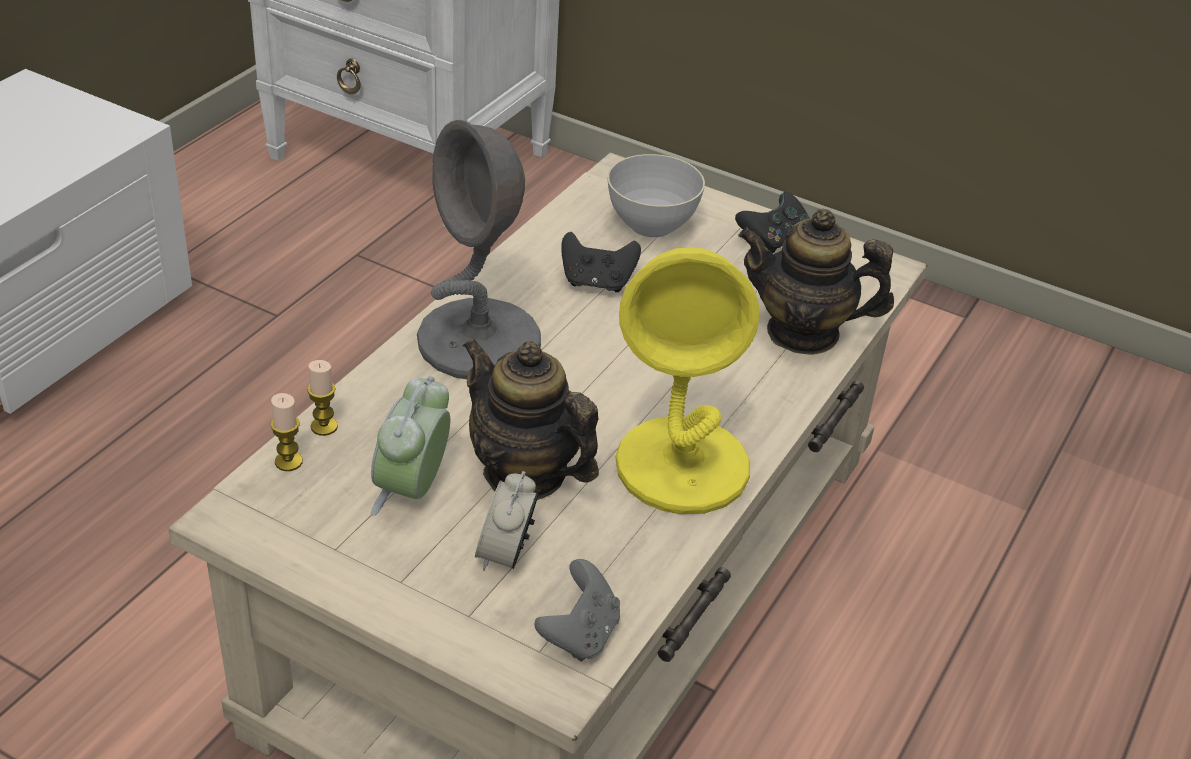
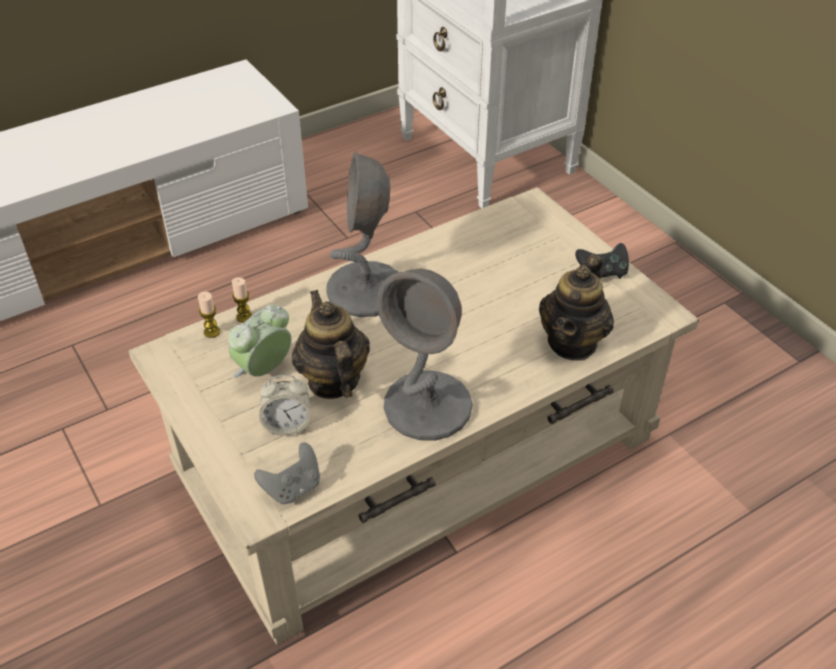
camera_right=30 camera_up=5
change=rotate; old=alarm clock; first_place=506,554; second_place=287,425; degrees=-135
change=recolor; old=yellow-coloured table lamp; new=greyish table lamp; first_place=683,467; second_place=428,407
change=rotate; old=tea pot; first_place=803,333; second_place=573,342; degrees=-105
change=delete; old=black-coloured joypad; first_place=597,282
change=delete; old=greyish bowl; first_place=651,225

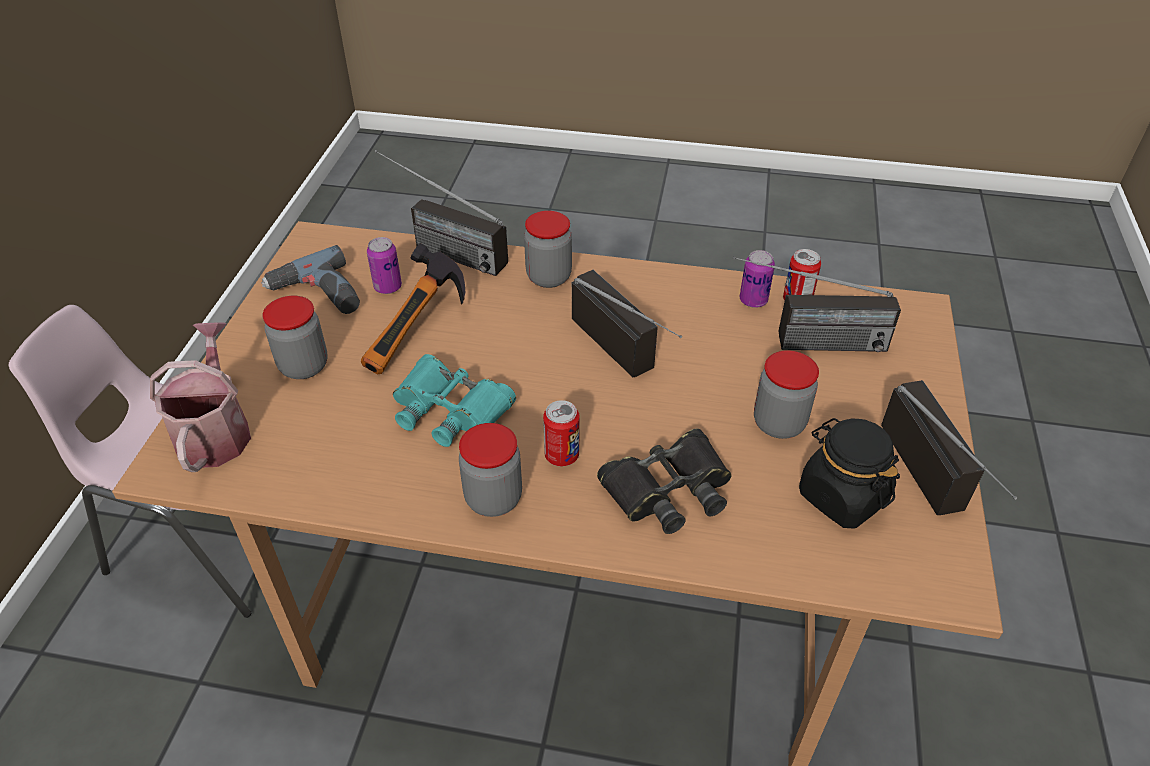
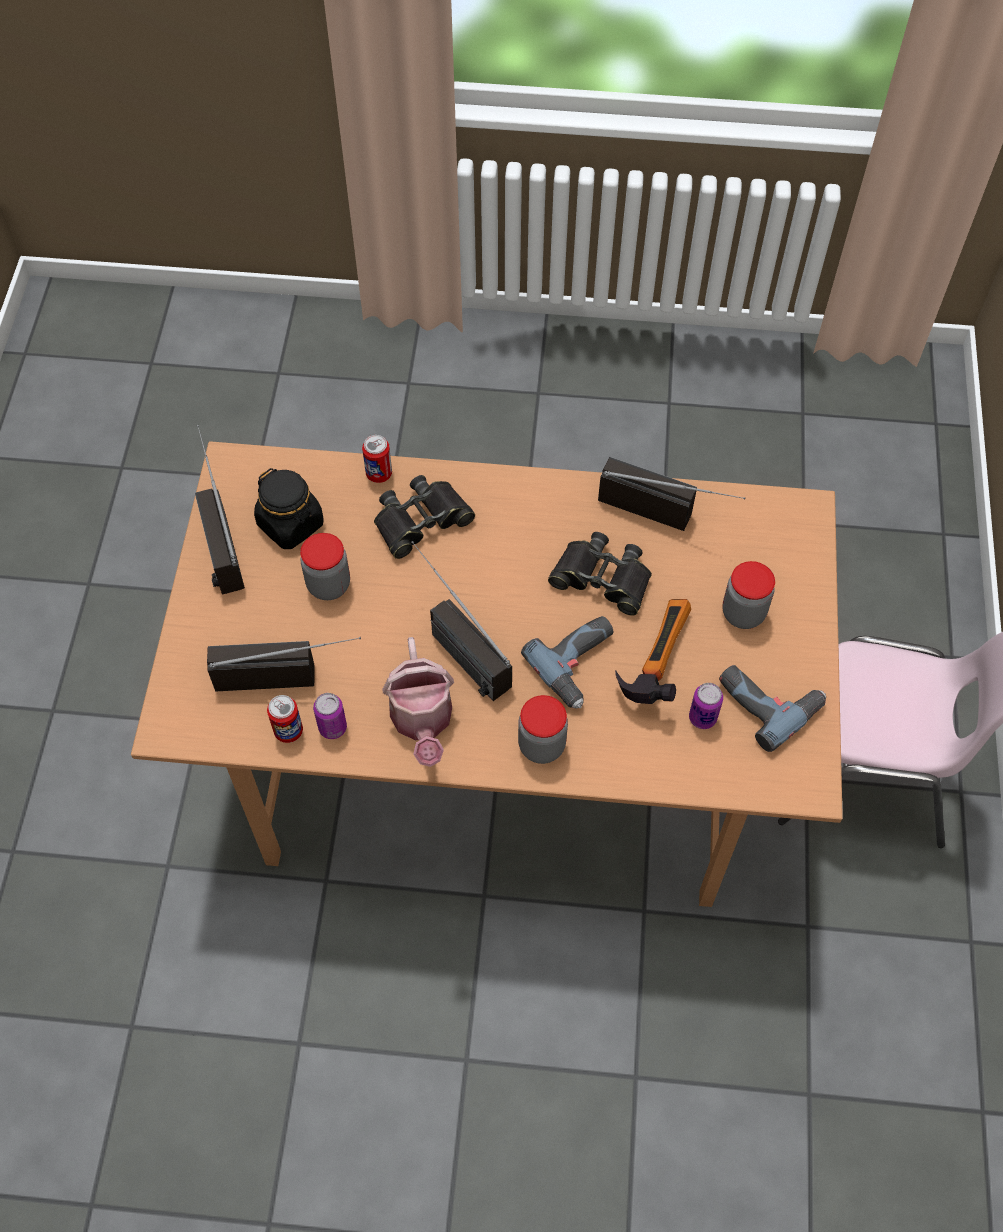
camera_right=175 camera_up=15
change=move; old=sealed can; first_place=562,456; second_place=379,474
change=move; old=watering pot; first_place=216,431; second_place=422,721
change=insert; new=power drill; second_place=580,664
change=recolor; old=turquoise-coloured field glasses; new=black-coloured field glasses; first_place=450,409; second_place=602,578
change=move; old=radio set; first_place=439,250; second_place=669,514
change=delete; old=storage jar; first_place=493,498

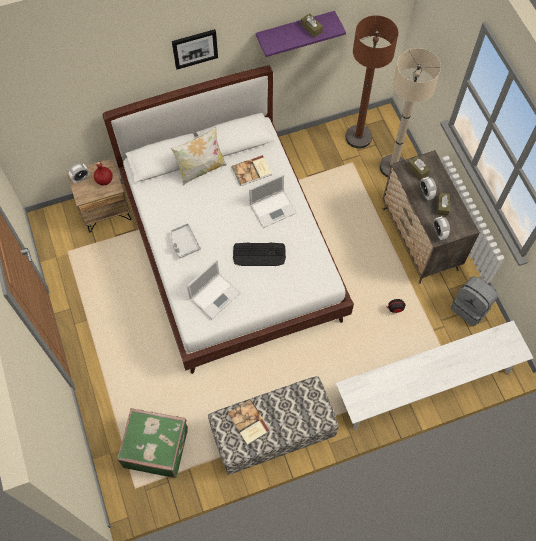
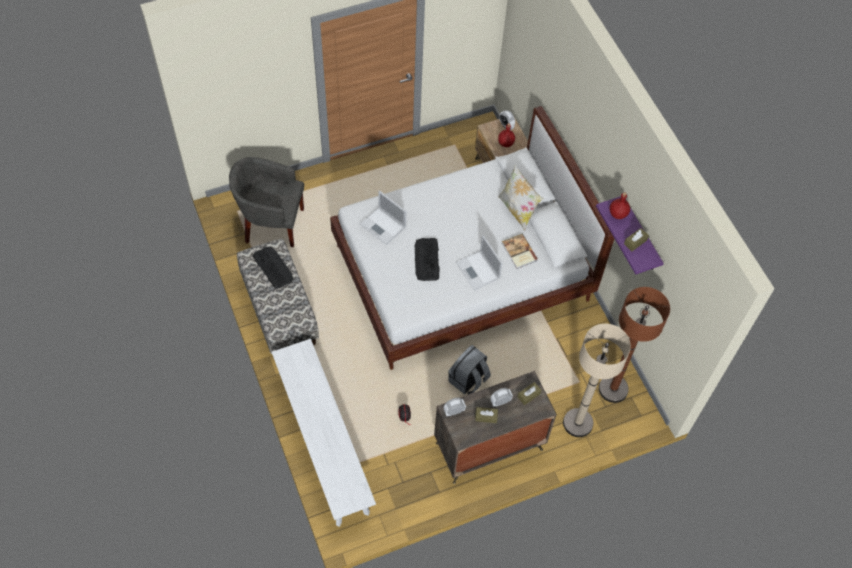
camera_right=85 camera_up=-5
change=replace; old=green suitcase; new=greyish armchair; first_place=156,446; second_place=271,223
change=replace; old=book; new=computer keyboard; first_place=248,423; second_place=273,267
change=move; old=greyish knapsack; first_place=471,307; second_place=468,380
change=insert; new=red bottle; second_place=618,214
change=delete; old=greyish tray; first_place=184,243
change=delete; old=wall picture; first_place=194,48

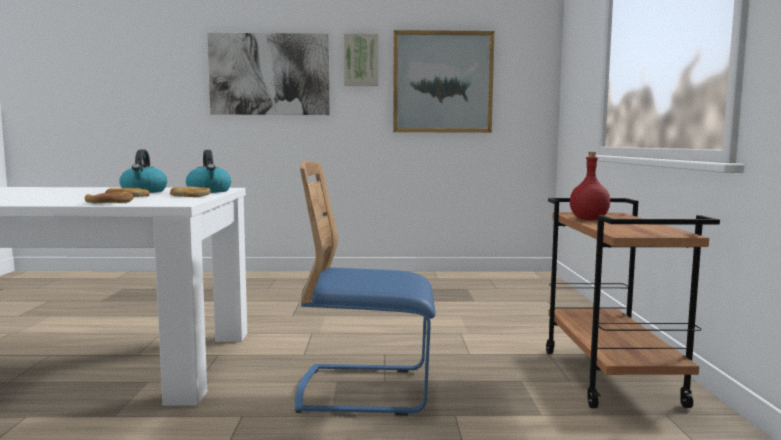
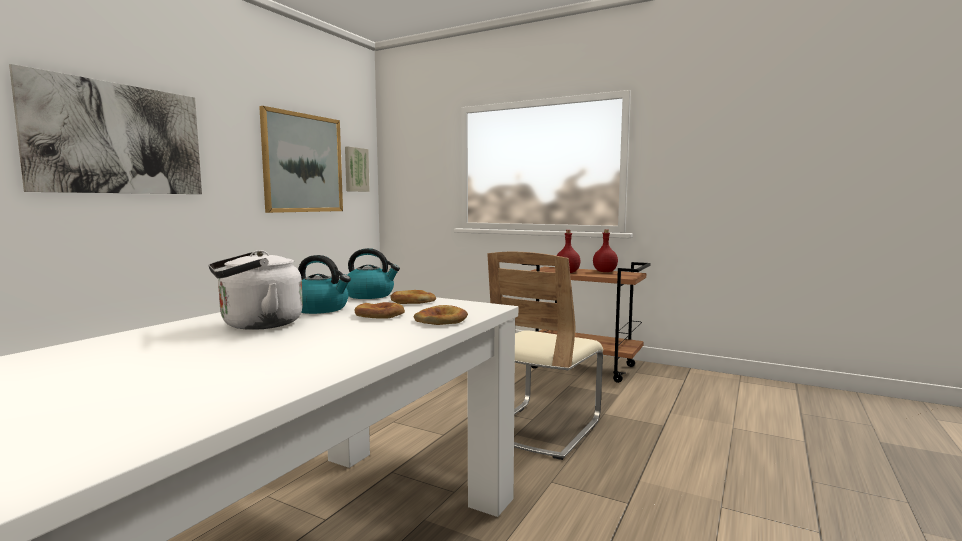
camera_right=-60 camera_up=0
change=insert; new=whitish tea kettle; second_place=257,325
change=move; old=wall picture; first_place=361,60; second_place=355,169
change=recolor; old=blue-coloured plain chair; new=beige-coloured plain chair; first_place=365,390; second_place=542,428
change=insert; new=red bottle; second_place=605,272

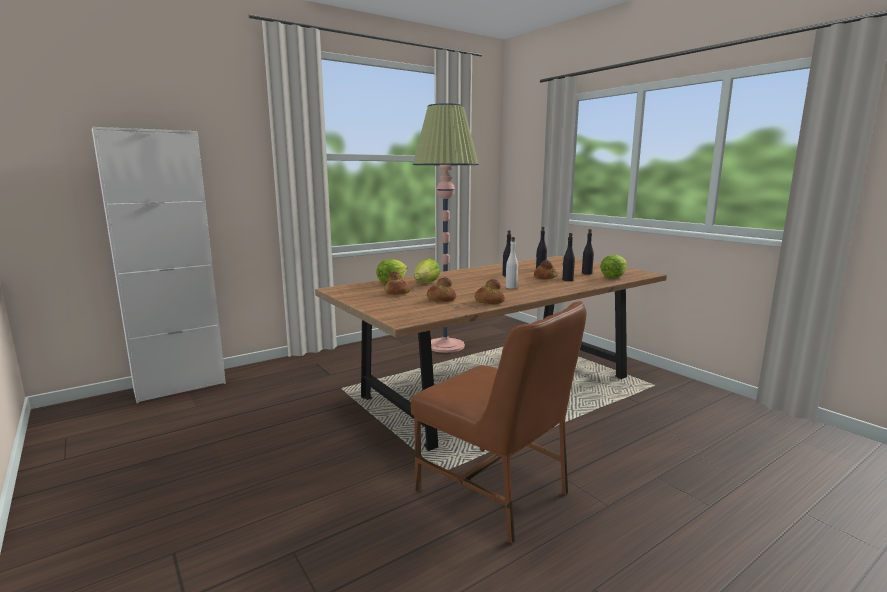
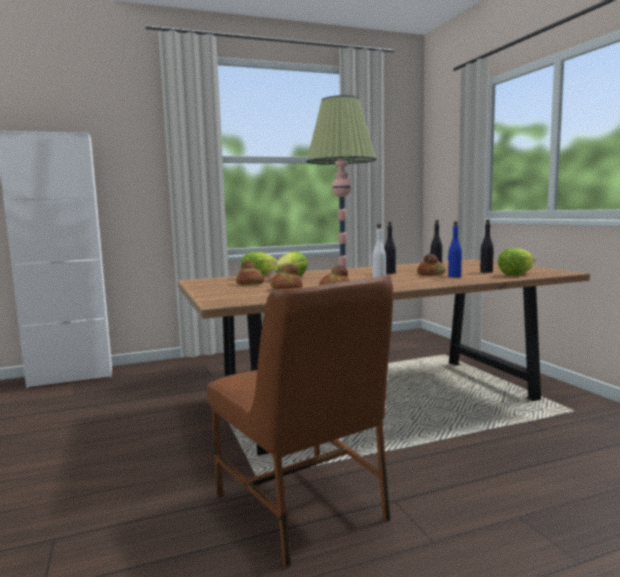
camera_right=15 camera_up=-5
change=recolor; old=black-coloured bottle; new=blue-coloured bottle; first_place=567,280; second_place=454,276

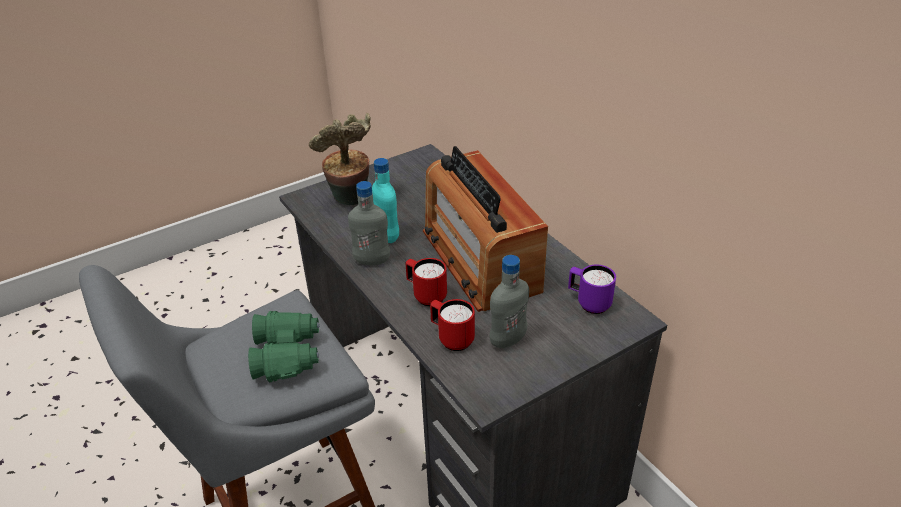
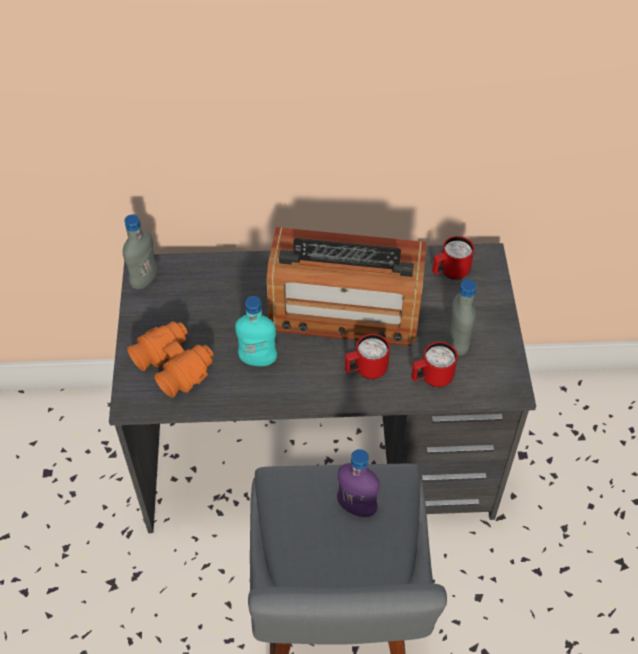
camera_right=-60 camera_up=15
change=move; old=greyish bottle; first_place=372,261; second_place=144,280
change=replace; old=potted plant; new=orange field glasses; first_place=350,201; second_place=174,364
change=replace; old=green field glasses; new=purple bottle; first_place=288,354; second_place=356,507
change=recolor; old=purple tea mug; new=red tea mug; first_place=588,303; second_place=450,272

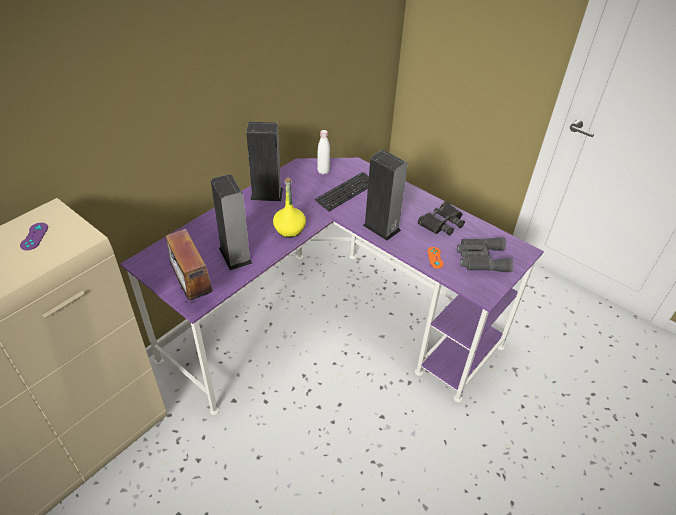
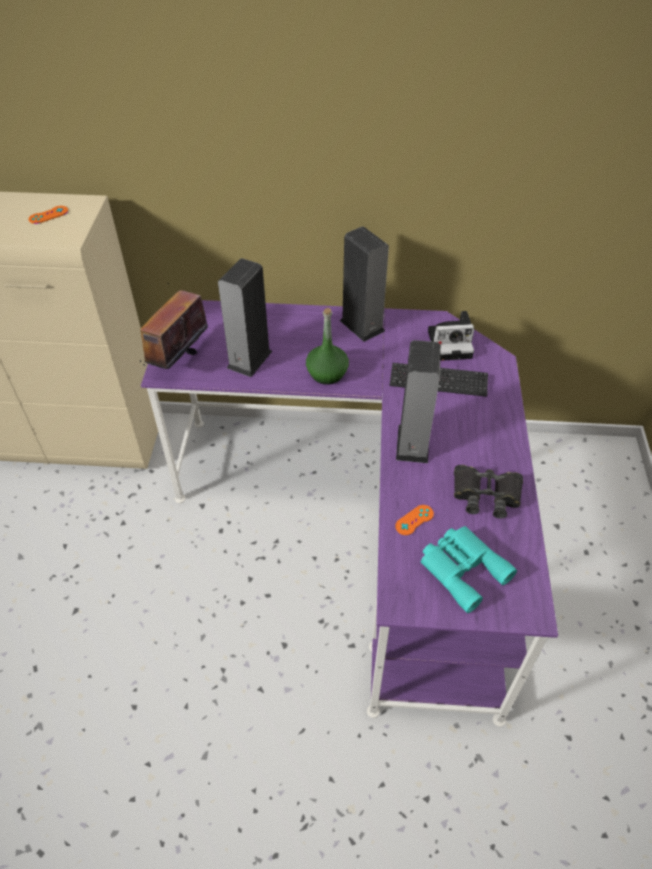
camera_right=55 camera_up=5
change=recolor; old=purple joypad; new=orange joypad; first_place=34,236; second_place=48,215
change=recolor; old=yellow-coloured bottle; new=green bottle; first_place=289,230; second_place=327,374
change=recolor; old=greyish field glasses; new=turquoise-coloured field glasses; first_place=481,259; second_place=462,568
change=replace; old=whitish bottle; new=photo camera; first_place=323,171; second_place=451,343

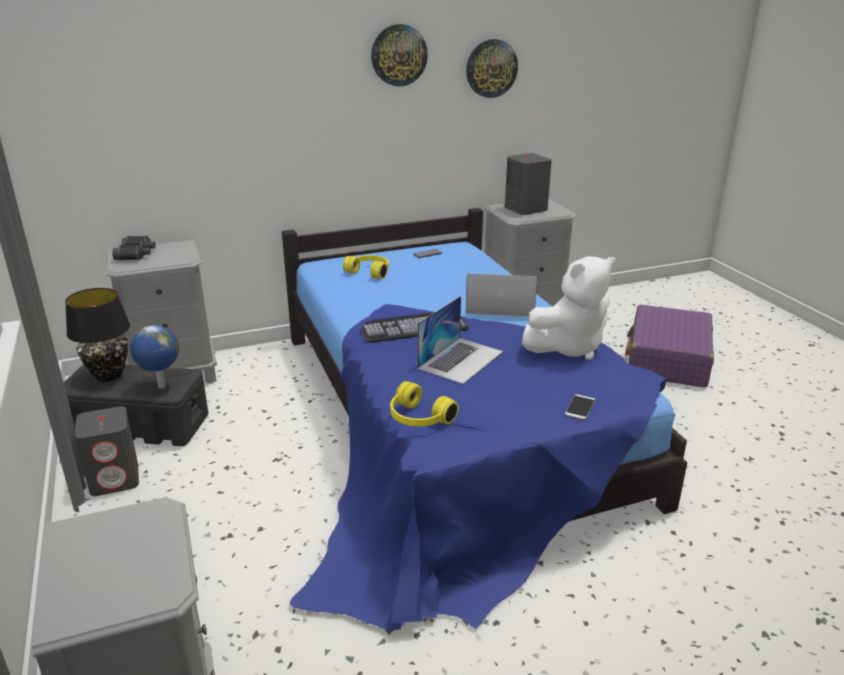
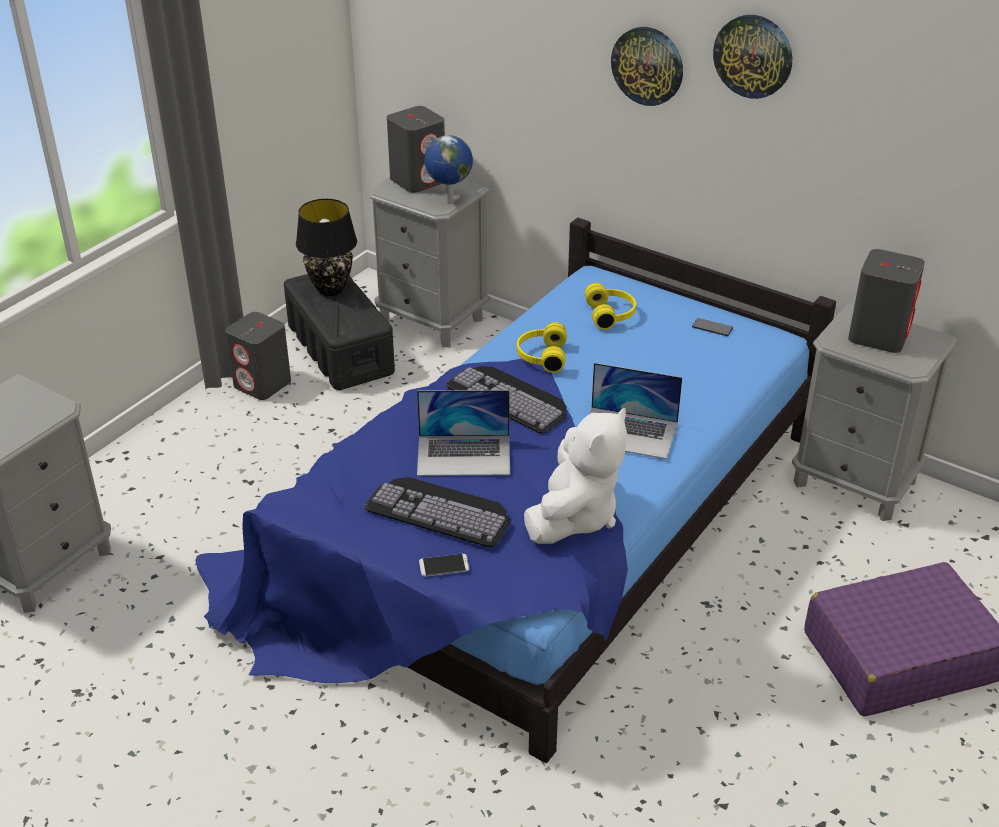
camera_right=55 camera_up=10
change=insert; new=computer keyboard; second_place=442,510
change=replace; old=black-coloured field glasses; new=greyish speaker; first_place=136,254; second_place=418,180
change=move; old=world globe; first_place=161,387; second_place=448,202
change=move; old=yellow-coloured headphones; first_place=417,418; second_place=541,356
change=rotate; old=whitish cuddly toy; first_place=568,347; second_place=574,516; degrees=-90
change=rotate; old=portable computer; first_place=499,305; second_place=628,432; degrees=135
change=move; old=hanging clock; first_place=491,68; second_place=648,65

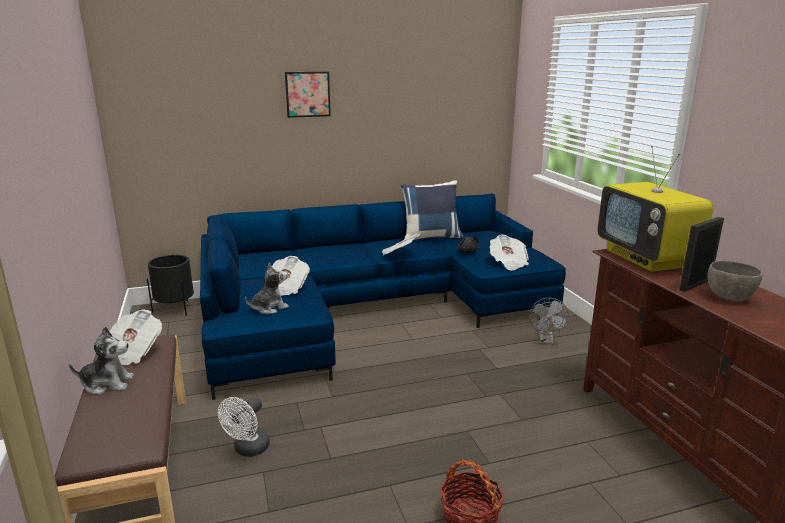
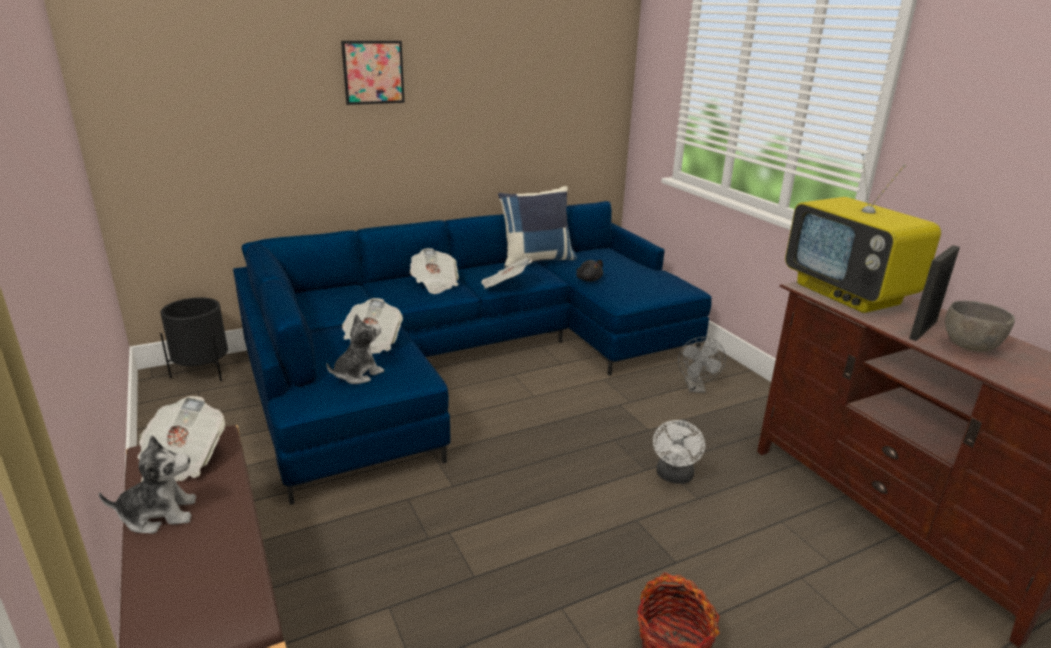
camera_right=-10 camera_up=5
change=move; old=printed paper; first_place=508,263; second_place=435,284
change=move; old=whitish cooling fan; first_place=248,450; second_place=674,477

